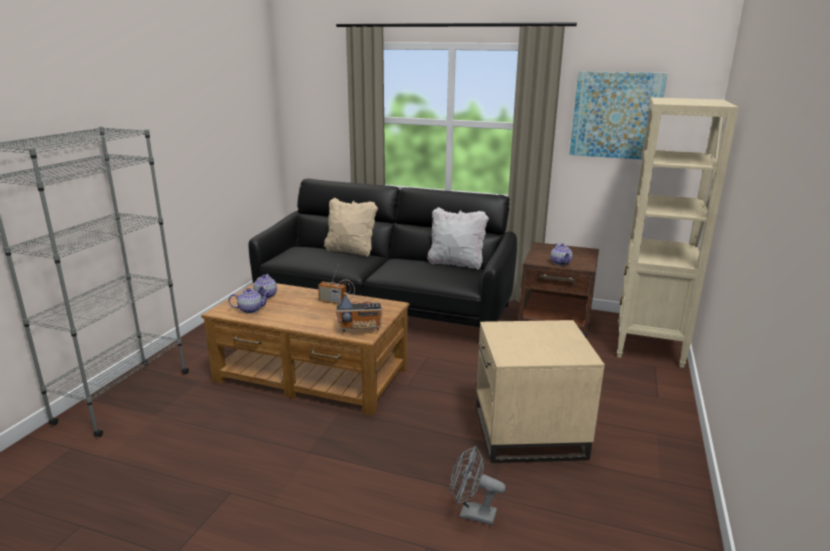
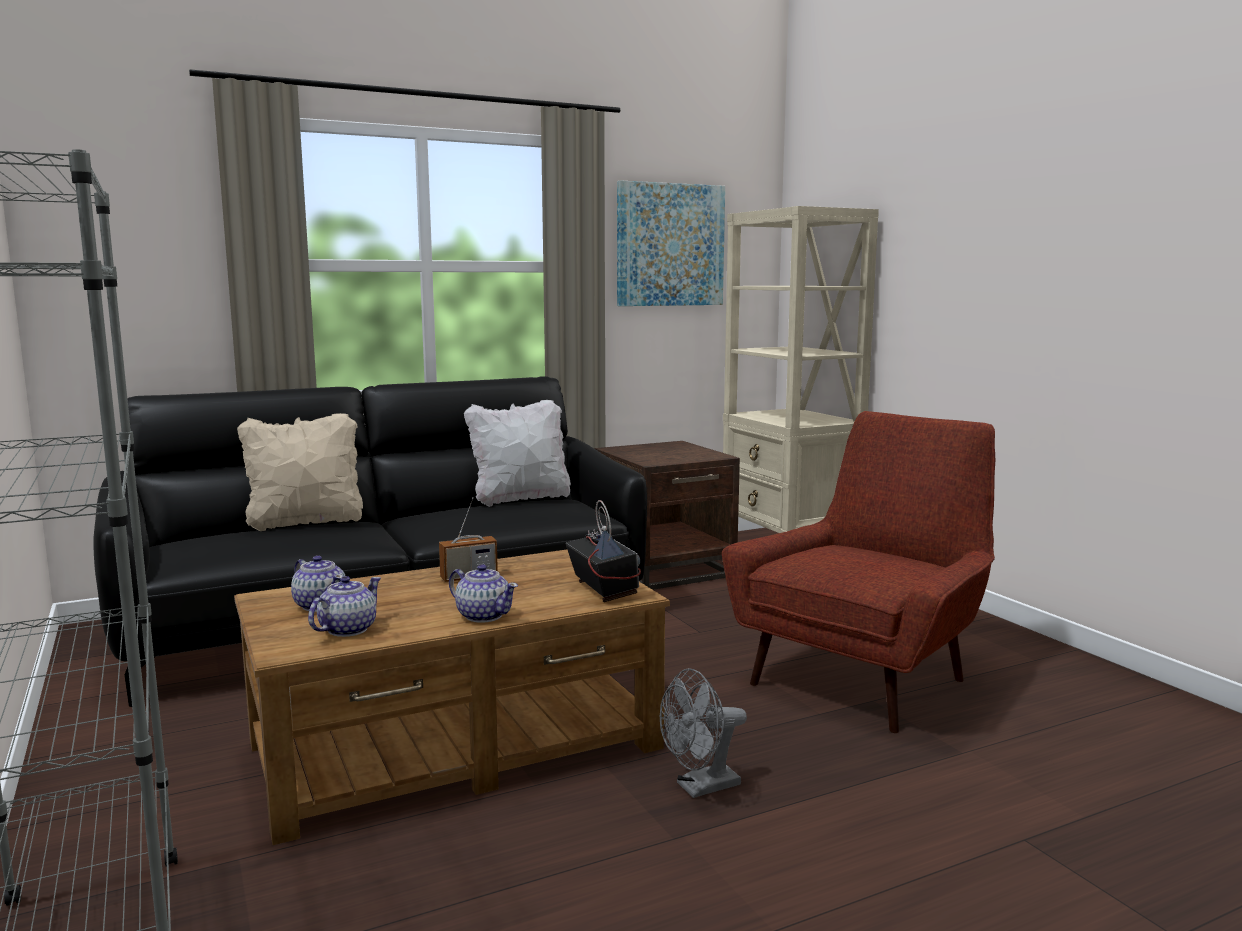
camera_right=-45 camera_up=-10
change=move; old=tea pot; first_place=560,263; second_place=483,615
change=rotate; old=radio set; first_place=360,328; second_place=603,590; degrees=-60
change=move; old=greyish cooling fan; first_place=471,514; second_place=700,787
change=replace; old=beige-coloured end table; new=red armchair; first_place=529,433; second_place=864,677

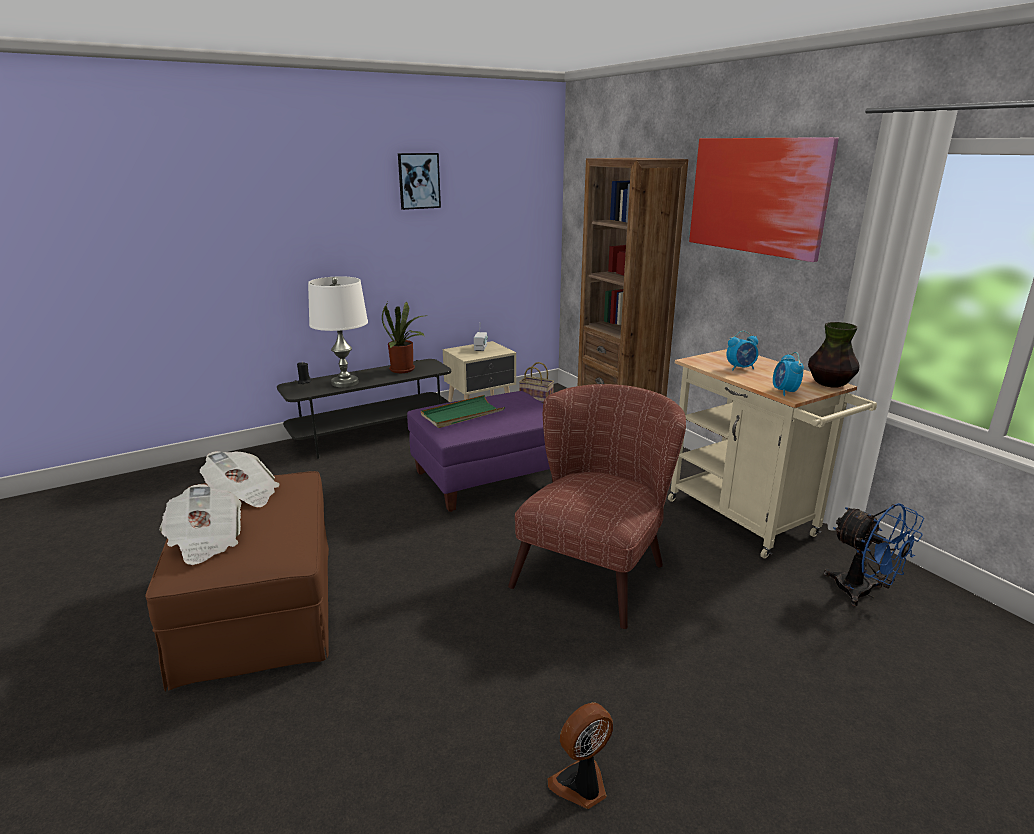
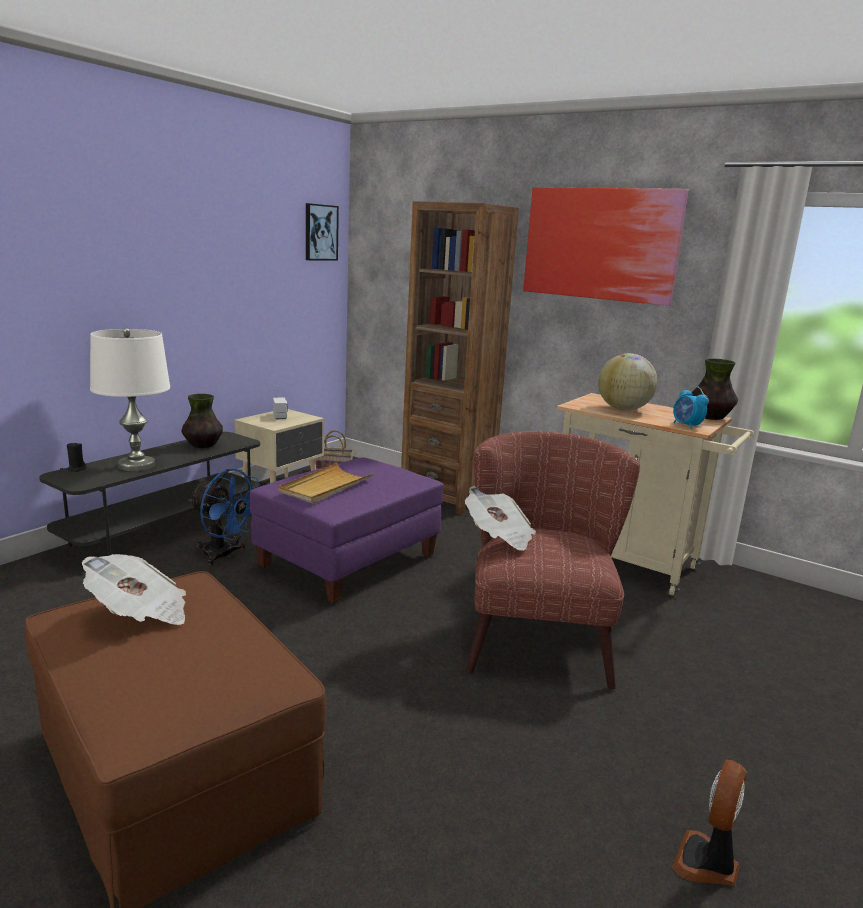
camera_right=-25 camera_up=-5
change=replace; old=potted plant; new=decorative vase; first_place=405,370; second_place=203,445
change=move; old=blue-coloured cooling fan; first_place=862,593; second_place=224,555
change=recolor; old=green tray; new=beige-coloured tray; first_place=462,414; second_place=325,486
change=move; old=wall picture; first_place=419,181; second_place=320,232
change=move; old=printed paper; first_place=205,542; second_place=499,536
change=replace; old=alarm clock; new=world globe; first_place=741,368; second_place=623,409

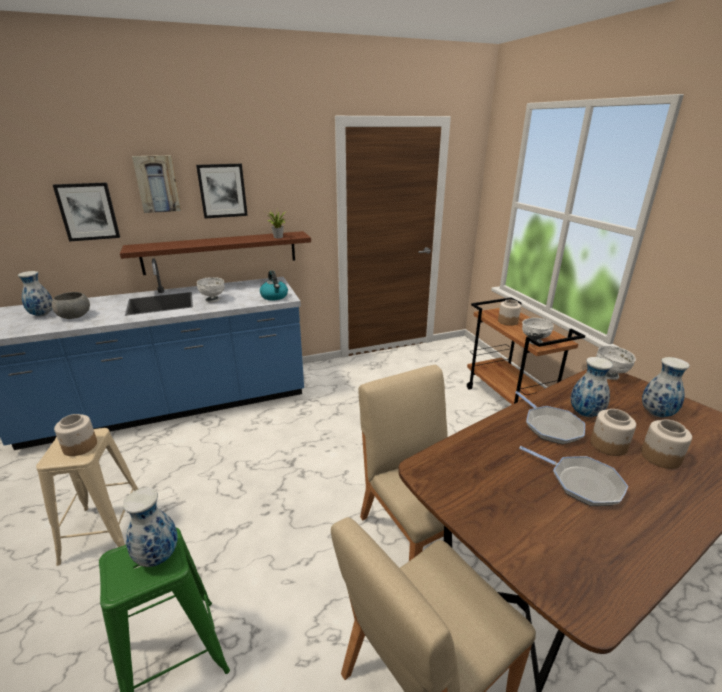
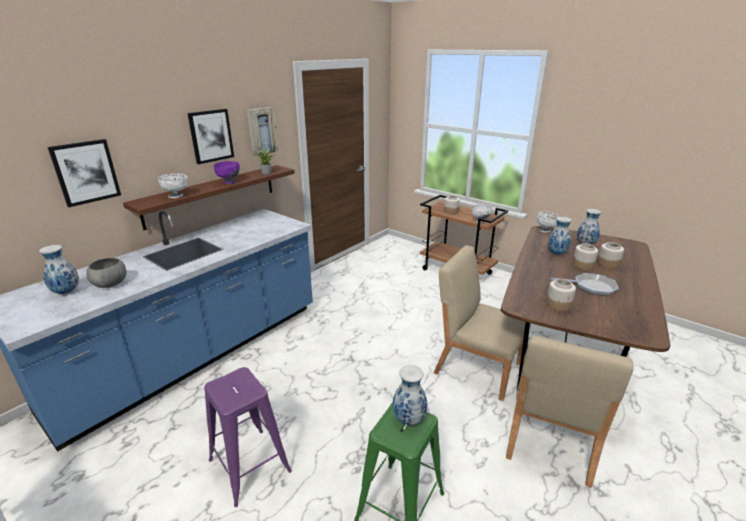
camera_right=-30 camera_up=0
change=move; old=whitish bowl; first_place=213,300; second_place=176,196
change=recolor; old=beige-coloured sitting stool; new=purple sitting stool; first_place=105,531; second_place=249,465
change=insert; new=purple bowl; second_place=229,182
change=move; old=wall picture; first_place=157,184; second_place=262,131
change=move; old=storage jar; first_place=80,446; second_place=558,305
change=delete; old=tea kettle; first_place=274,296
change=delete; old=frying pan; first_place=550,426

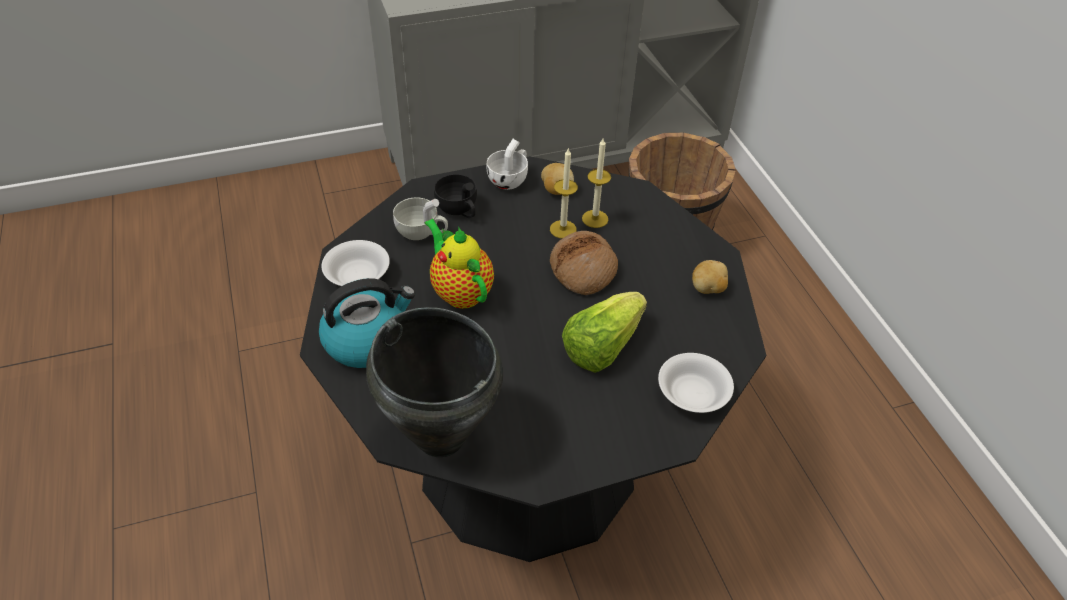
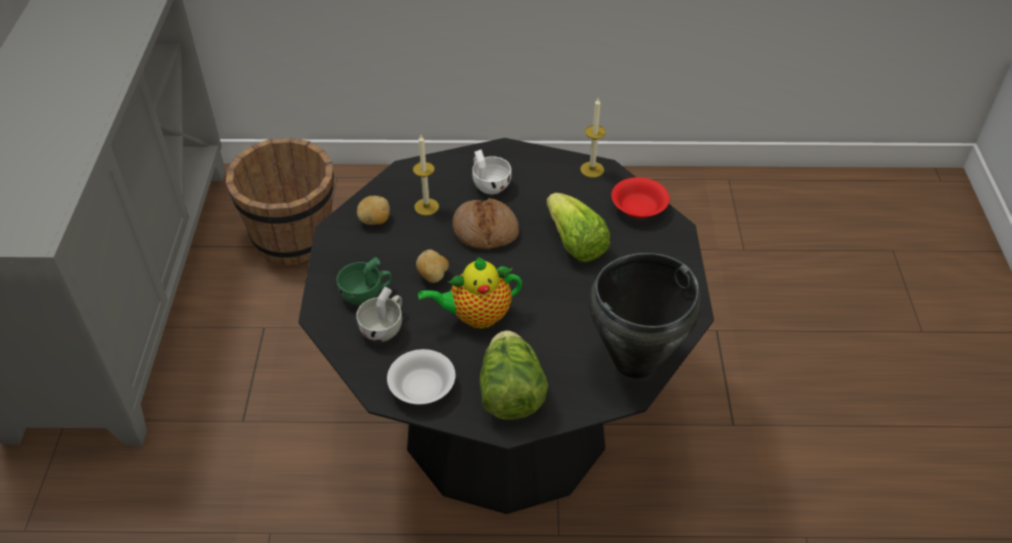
camera_right=-70 camera_up=0
change=recolor; old=black-coloured small cup; new=green small cup; first_place=459,210; second_place=366,294
change=move; old=whole potato; first_place=708,289; second_place=433,276
change=move; old=whitish small cup; first_place=510,179; second_place=489,184
change=replace; old=tea kettle; new=lettuce head; first_place=367,340; second_place=510,393
change=move; old=wax candle; first_place=563,229; second_place=592,169
change=recolor; old=whitish bowl; new=red bowl; first_place=691,394; second_place=638,208

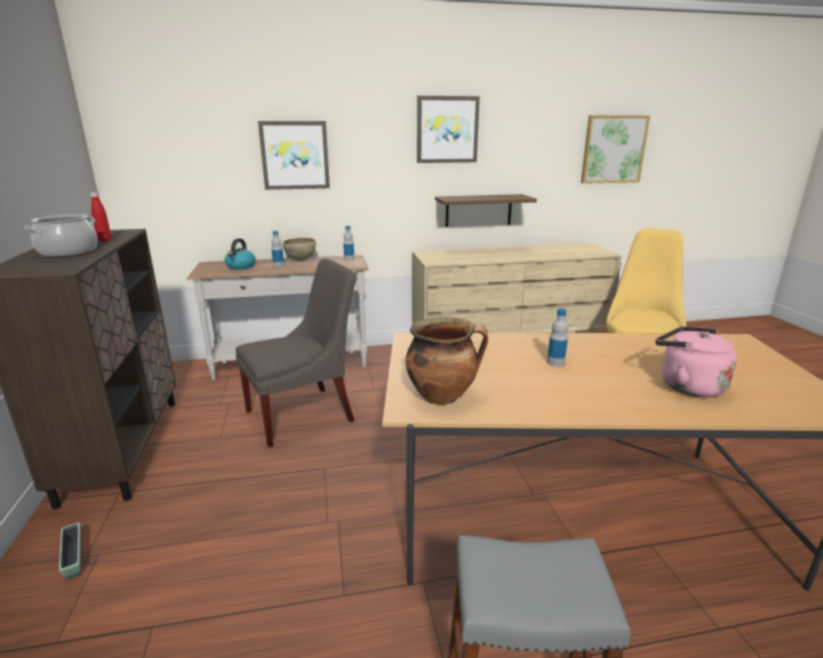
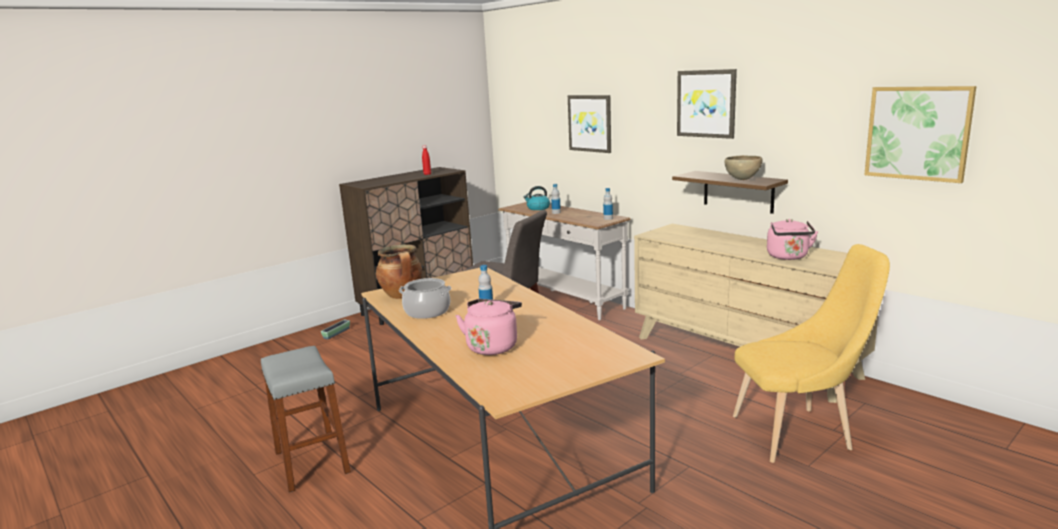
camera_right=60 camera_up=-5
change=move; old=cooking pot; first_place=68,251; second_place=427,311
change=move; old=brown bowl; first_place=300,260; second_place=742,179
change=insert; new=pink-coloured tea kettle; second_place=788,257

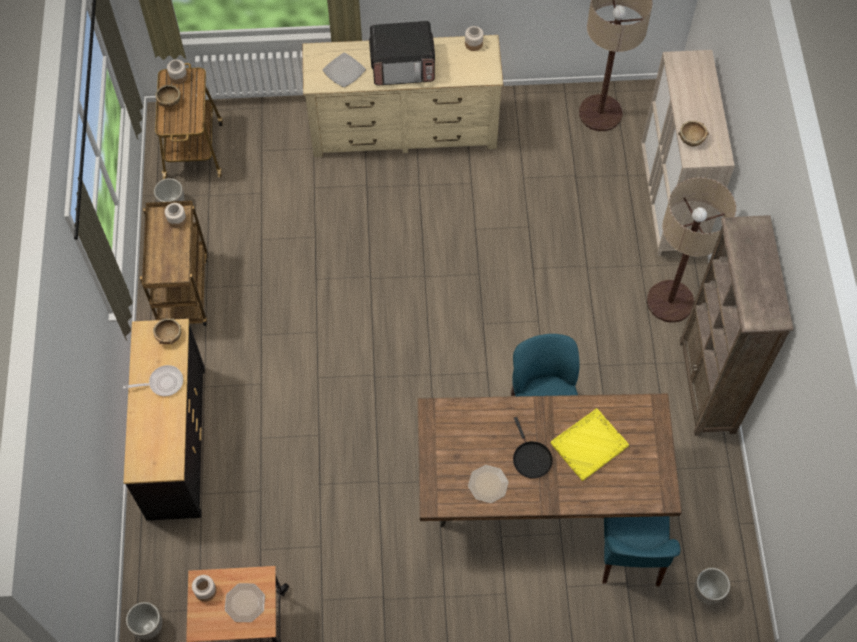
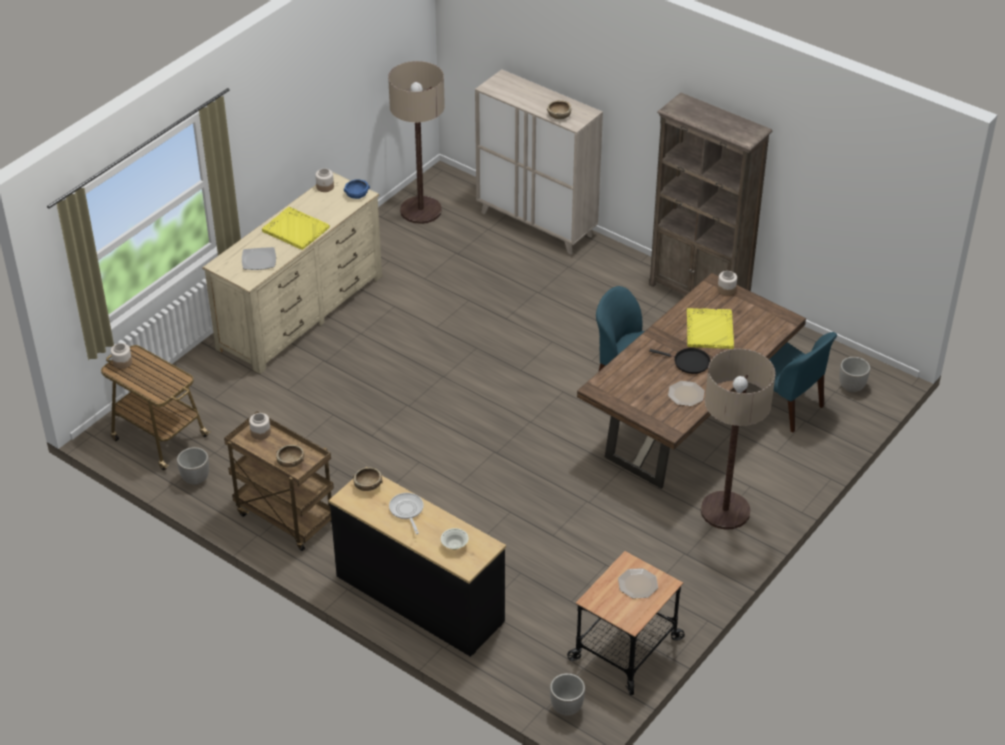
camera_right=-50 camera_up=-20
change=replace; old=microwave; new=yellow-coloured tray; first_place=403,65; second_place=295,229
change=move; old=brown bowl; first_place=169,101; second_place=291,462
change=insert; new=blue-coloured bowl; second_place=357,195
change=rotate; old=frying pan; first_place=163,383; second_place=407,511; degrees=-45
change=insert; new=whitish bowl; second_place=454,545
change=move; old=standing lamp; first_place=670,301; second_place=725,511
change=move; old=storage jar; first_place=206,591; second_place=726,289

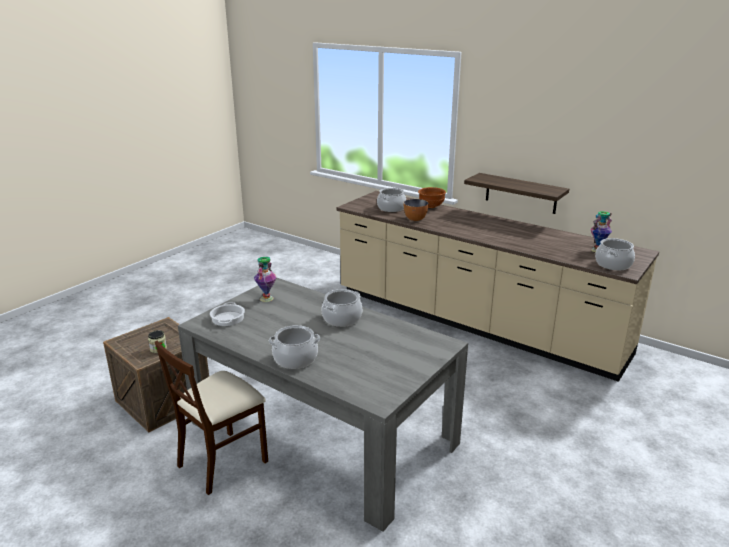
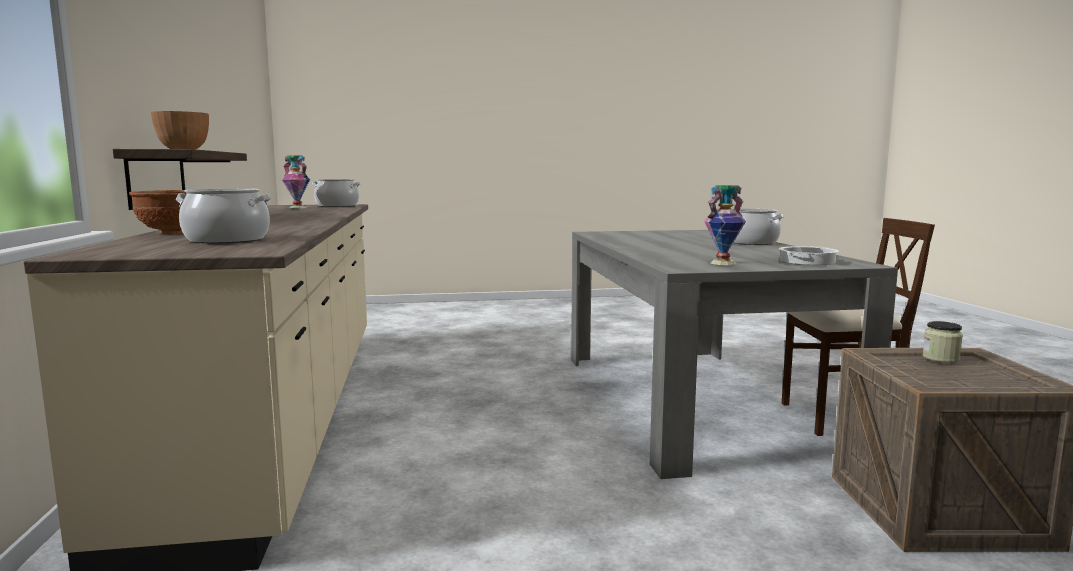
camera_right=-135 camera_up=-15
change=move; old=bowl; first_place=415,219; second_place=183,149
change=delete; old=cooking pot; first_place=342,319

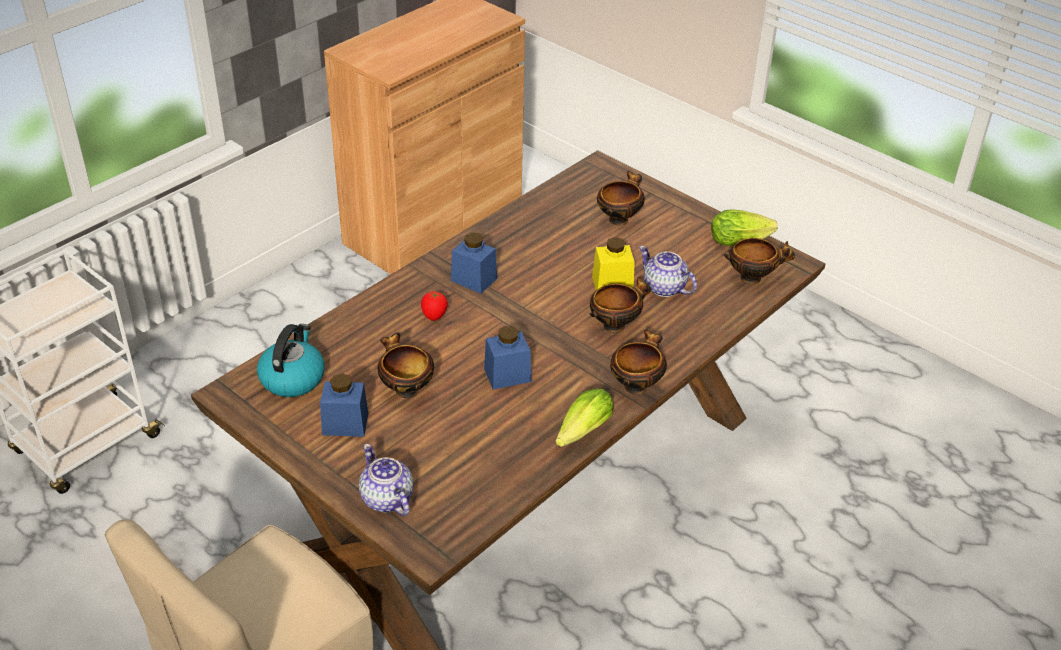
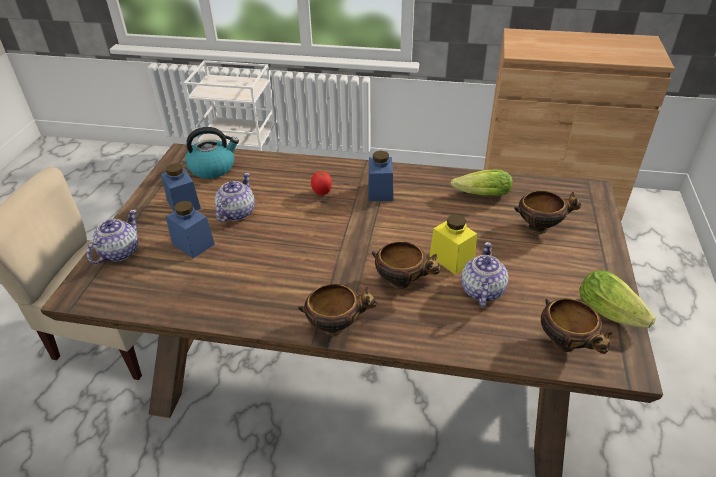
camera_right=60 camera_up=0
change=move; old=blue-coloured storage jar; first_place=507,375; second_place=193,244
change=replace; old=bowl; new=tea pot; first_place=405,389; second_place=236,213
change=move; old=lettuce head; first_place=580,433; second_place=479,195

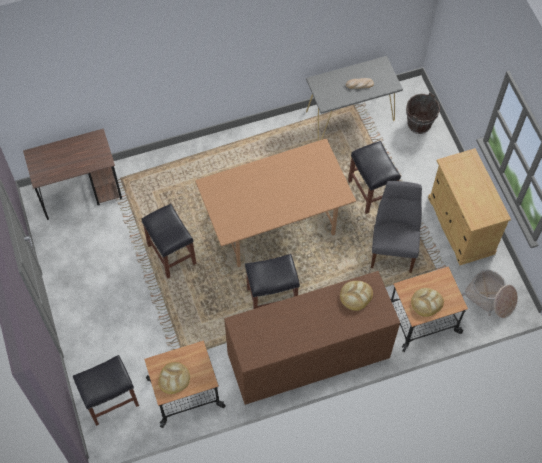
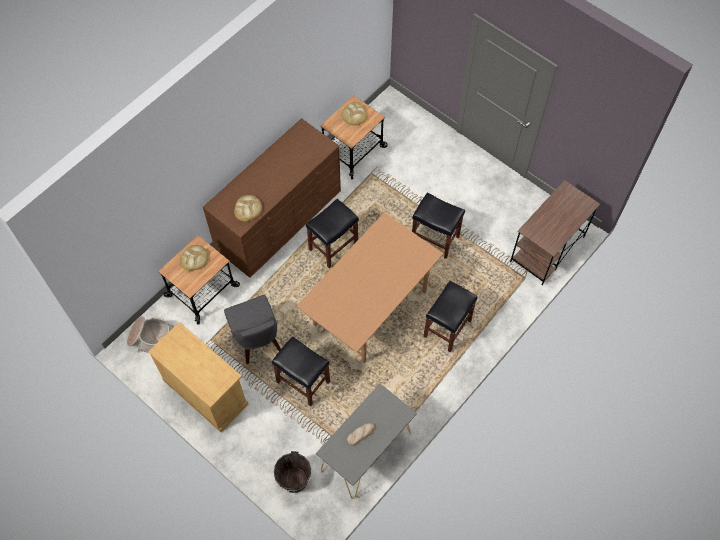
camera_right=150 camera_up=0
change=move; old=black-coloured sitting stool; first_place=111,400; second_place=447,329

